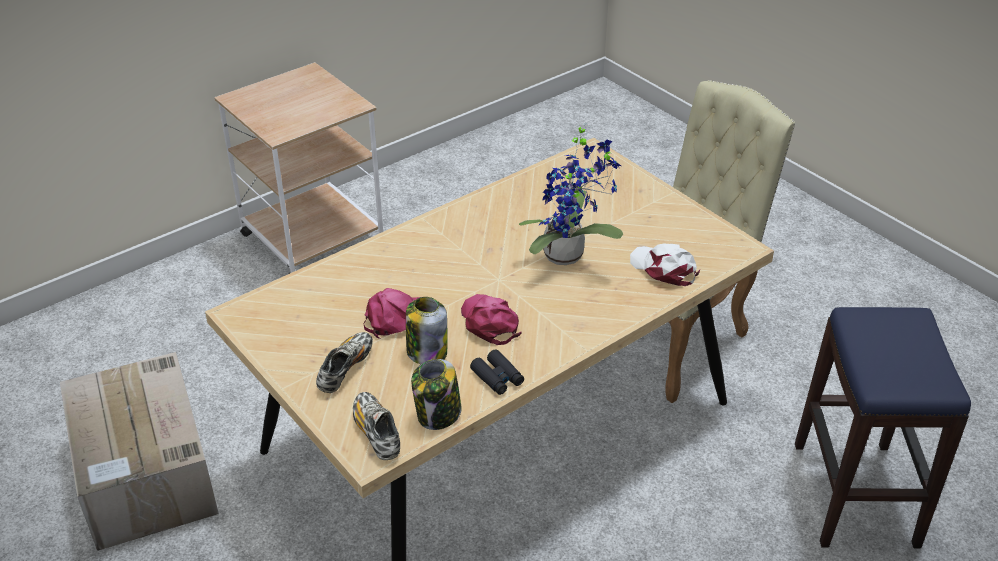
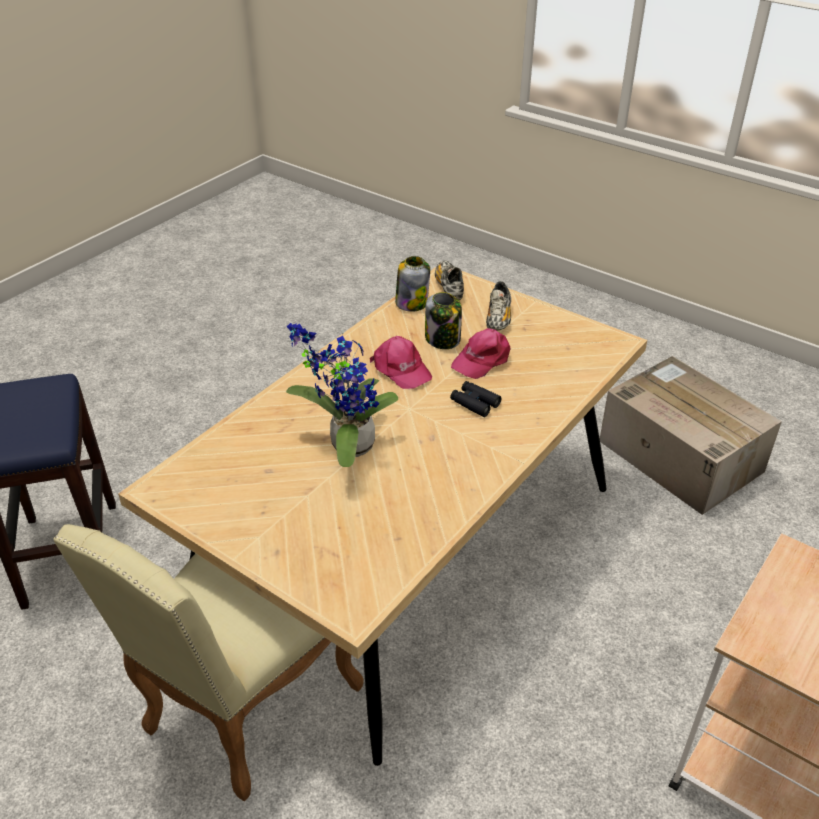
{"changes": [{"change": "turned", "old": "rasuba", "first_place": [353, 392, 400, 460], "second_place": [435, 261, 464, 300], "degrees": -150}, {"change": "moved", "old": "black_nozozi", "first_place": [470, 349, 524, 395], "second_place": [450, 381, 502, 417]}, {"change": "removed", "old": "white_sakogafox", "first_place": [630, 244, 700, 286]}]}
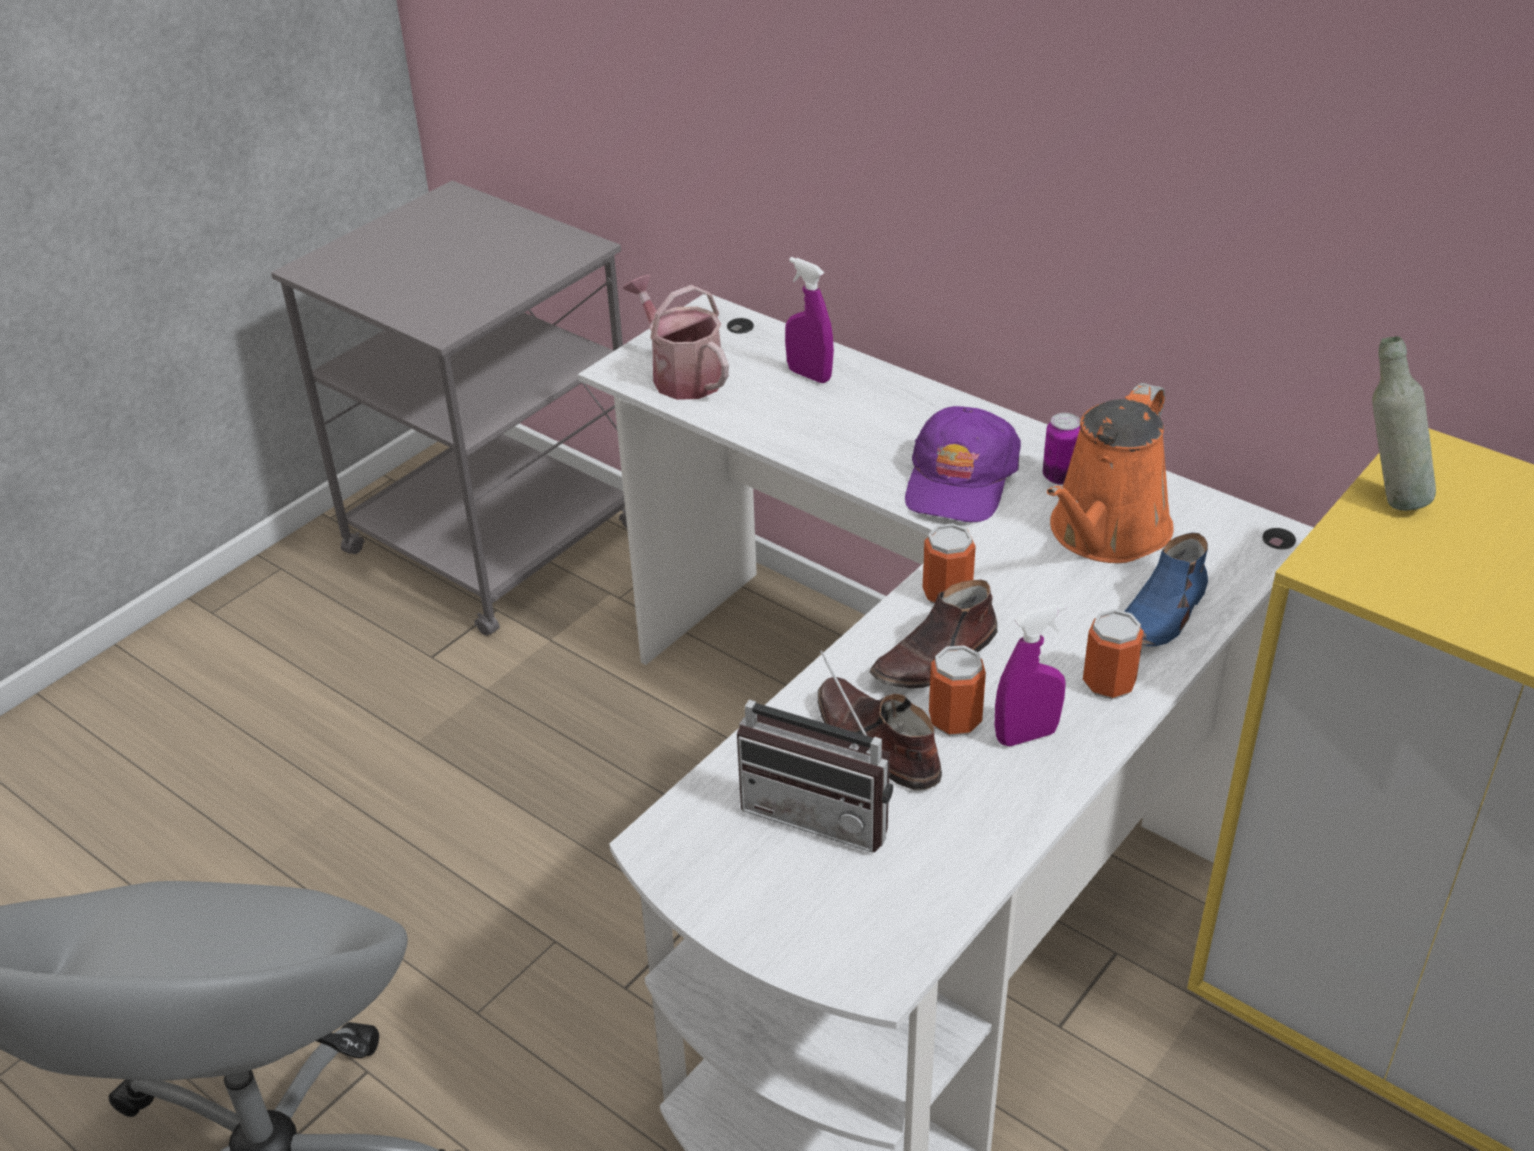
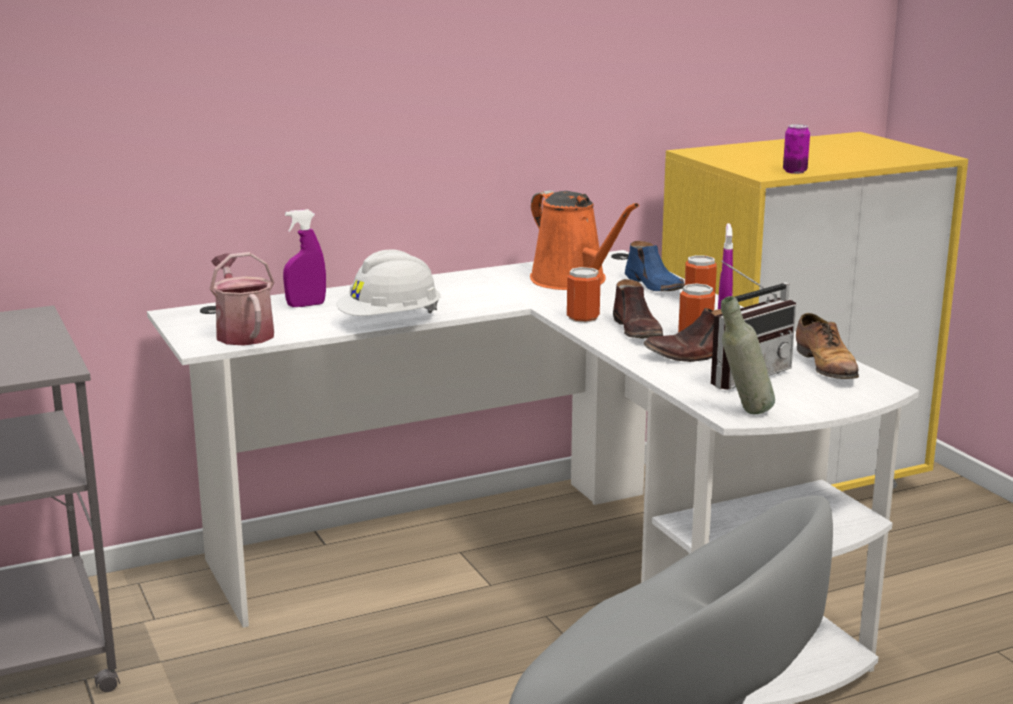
{"changes": [{"change": "turned", "old": "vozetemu", "first_place": [623, 274, 729, 400], "second_place": [210, 252, 275, 346], "degrees": 75}, {"change": "removed", "old": "purple_sakogafox", "first_place": [905, 406, 1021, 522]}, {"change": "moved", "old": "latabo", "first_place": [1043, 413, 1080, 485], "second_place": [783, 124, 810, 174]}, {"change": "moved", "old": "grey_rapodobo", "first_place": [1372, 336, 1436, 511], "second_place": [721, 296, 775, 414]}, {"change": "added", "new": "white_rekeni", "second_place": [336, 250, 441, 316]}, {"change": "added", "new": "rasuba", "second_place": [796, 313, 859, 387]}]}
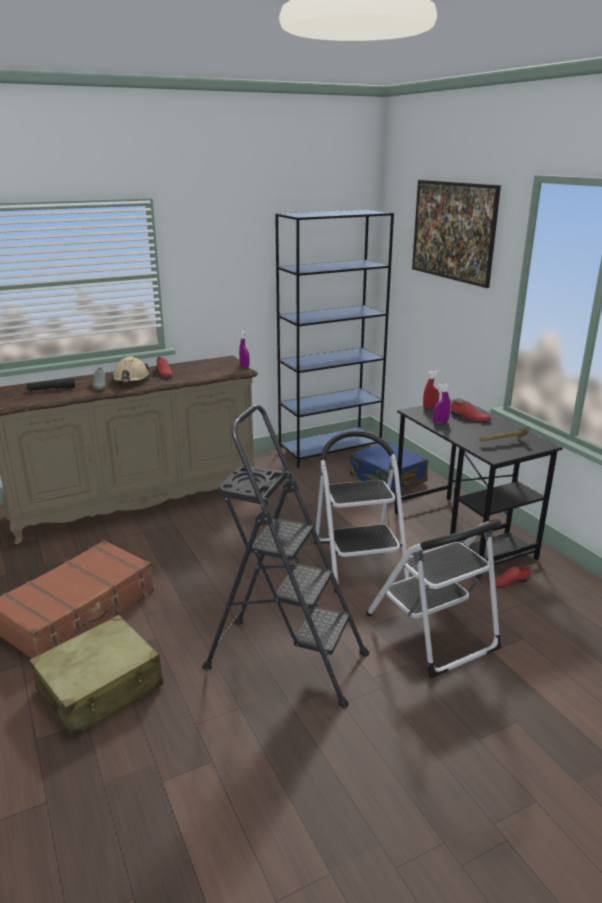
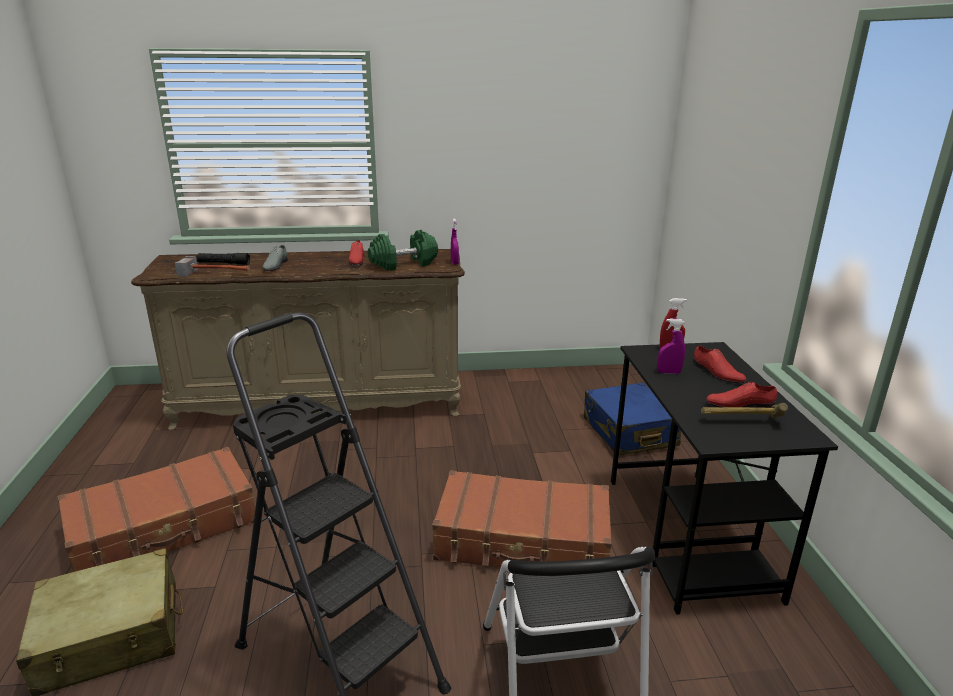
{"changes": [{"change": "removed", "old": "beige_rekeni", "first_place": [112, 357, 150, 382]}, {"change": "removed", "old": "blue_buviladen", "first_place": [275, 209, 394, 468]}, {"change": "replaced", "old": "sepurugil", "new": "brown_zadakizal", "first_place": [314, 430, 410, 593], "second_place": [432, 470, 612, 567]}, {"change": "removed", "old": "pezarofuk", "first_place": [412, 180, 501, 288]}, {"change": "moved", "old": "red_rasuba", "first_place": [489, 566, 531, 588], "second_place": [706, 381, 777, 408]}, {"change": "added", "new": "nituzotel", "second_place": [175, 256, 250, 277]}, {"change": "added", "new": "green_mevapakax", "second_place": [368, 230, 438, 270]}]}
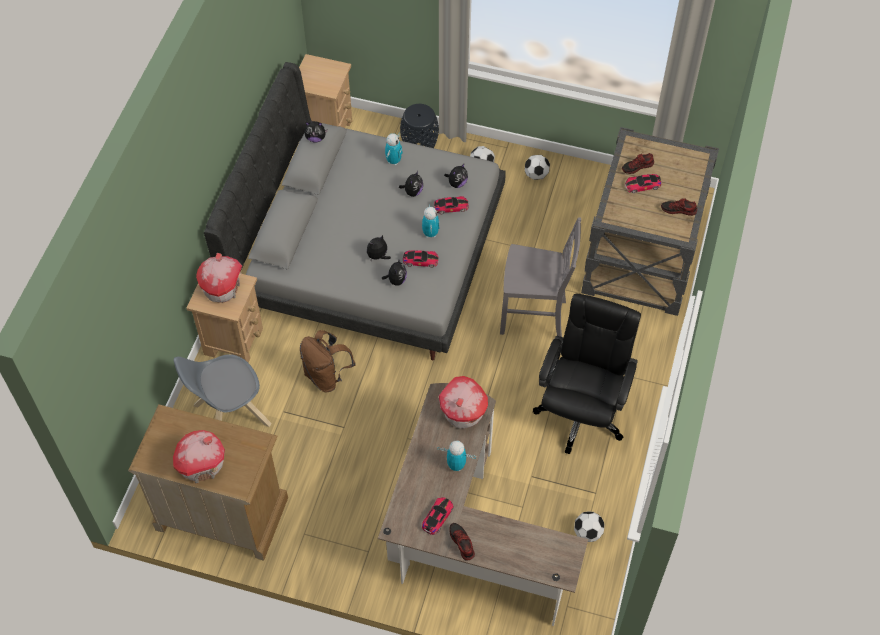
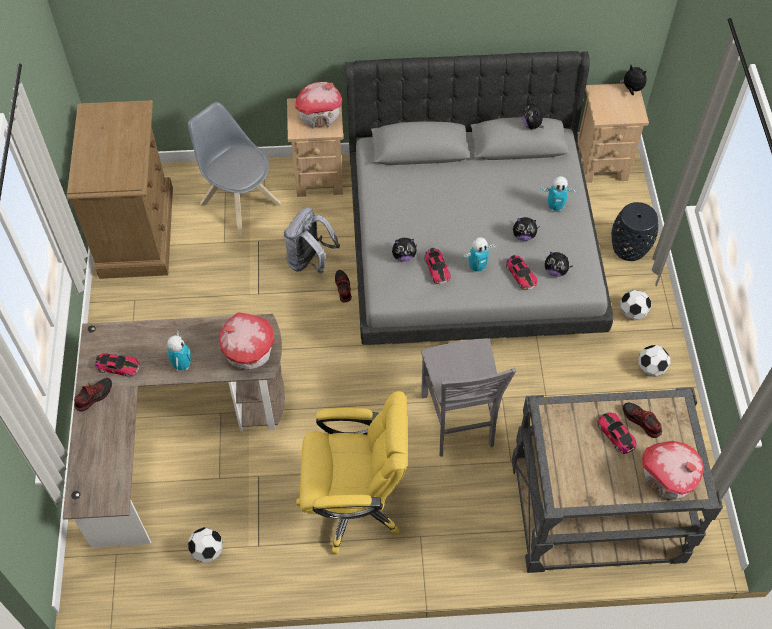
{"changes": [{"change": "moved", "old": "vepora", "first_place": [173, 430, 225, 483], "second_place": [642, 441, 704, 499]}, {"change": "recoloured", "old": "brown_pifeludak", "new": "grey_pifeludak", "first_place": [300, 330, 356, 392], "second_place": [284, 207, 340, 274]}, {"change": "moved", "old": "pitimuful", "first_place": [367, 235, 391, 262], "second_place": [620, 65, 647, 95]}, {"change": "recoloured", "old": "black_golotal", "new": "yellow_golotal", "first_place": [533, 294, 641, 454], "second_place": [296, 391, 408, 555]}, {"change": "moved", "old": "rasuba", "first_place": [661, 198, 697, 216], "second_place": [335, 270, 352, 302]}]}
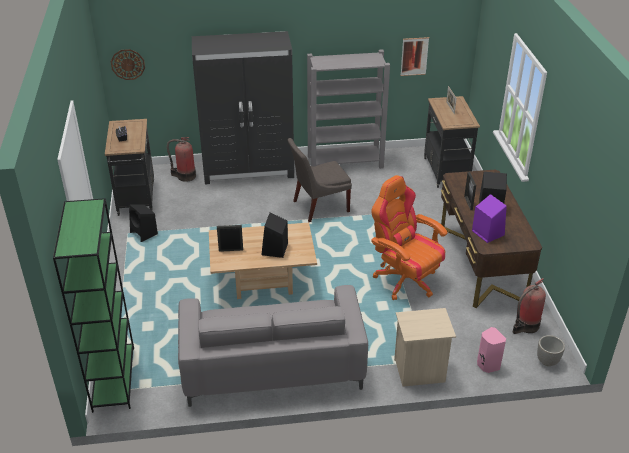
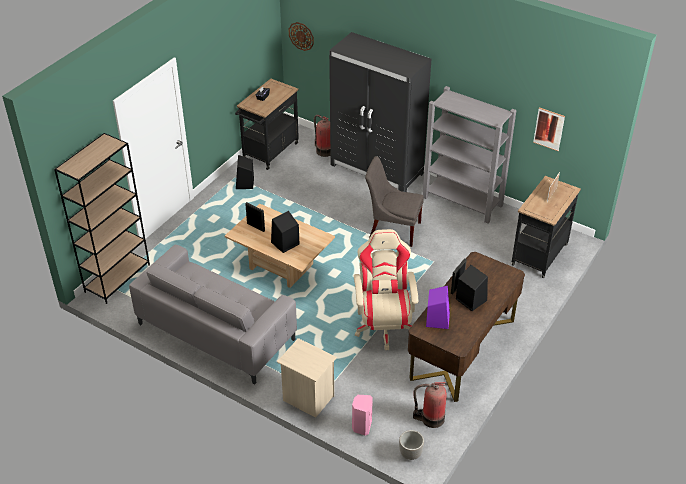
{"changes": [{"change": "recoloured", "old": "green_buviladen", "new": "beige_buviladen", "first_place": [53, 198, 134, 413], "second_place": [54, 133, 150, 304]}, {"change": "recoloured", "old": "orange_golotal", "new": "beige_golotal", "first_place": [371, 175, 447, 300], "second_place": [354, 229, 419, 350]}]}
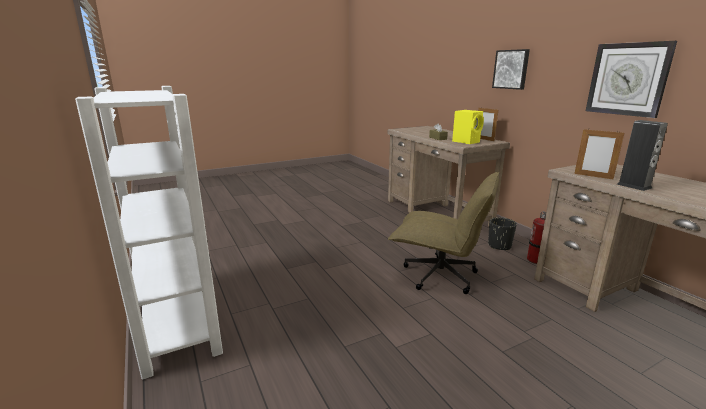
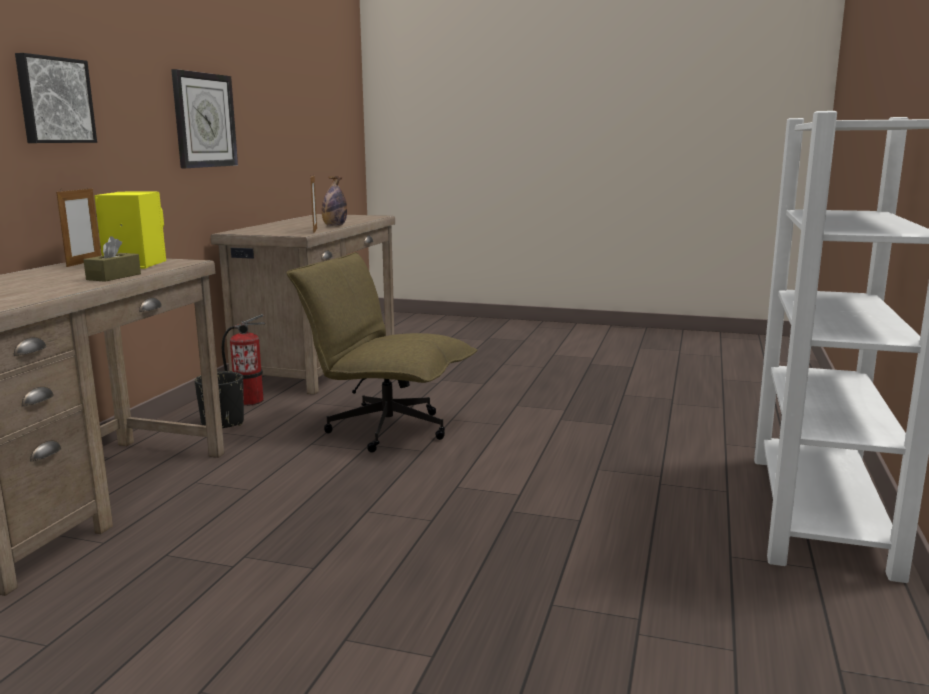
{"changes": [{"change": "turned", "old": "beige_golotal", "first_place": [388, 172, 499, 294], "second_place": [287, 252, 477, 453], "degrees": -45}, {"change": "replaced", "old": "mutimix", "new": "rapodobo", "first_place": [617, 120, 668, 191], "second_place": [322, 176, 347, 226]}]}
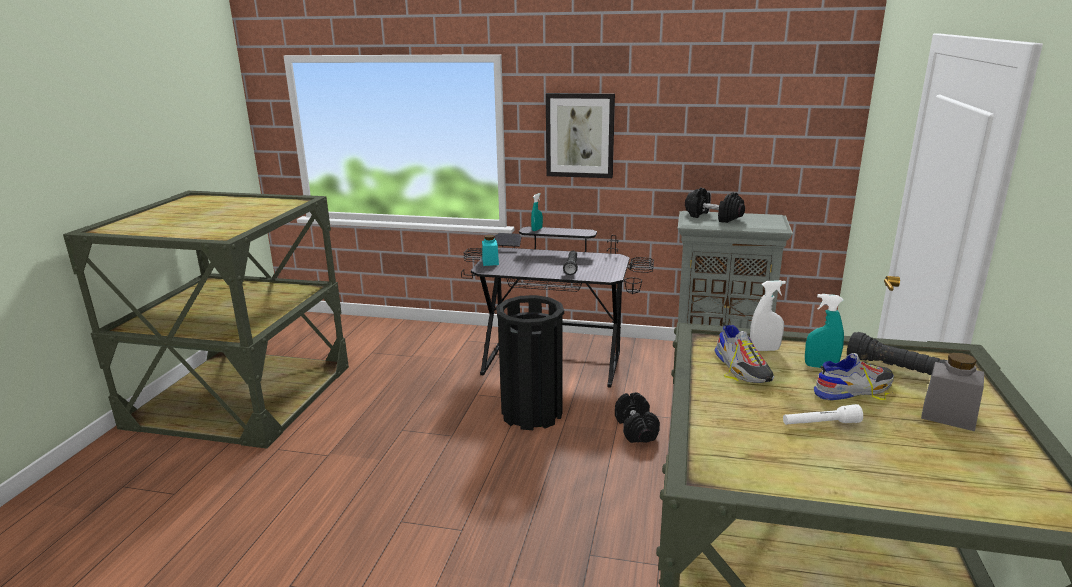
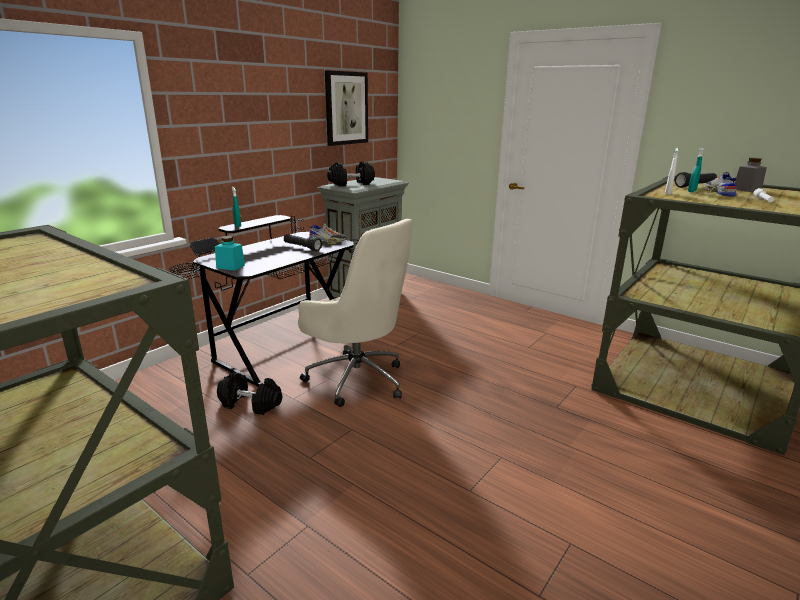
{"changes": [{"change": "replaced", "old": "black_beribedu", "new": "beige_golotal", "first_place": [496, 295, 564, 430], "second_place": [298, 219, 413, 407]}, {"change": "moved", "old": "pezarofuk", "first_place": [546, 93, 615, 178], "second_place": [325, 70, 368, 146]}, {"change": "moved", "old": "black_mevapakax", "first_place": [615, 392, 660, 443], "second_place": [217, 373, 282, 415]}, {"change": "moved", "old": "rasuba", "first_place": [714, 322, 774, 383], "second_place": [309, 224, 347, 244]}]}
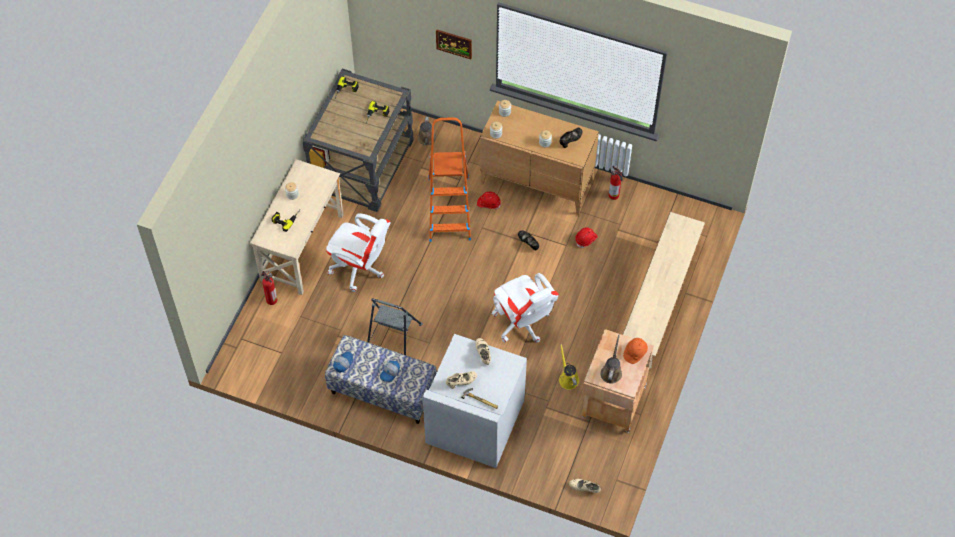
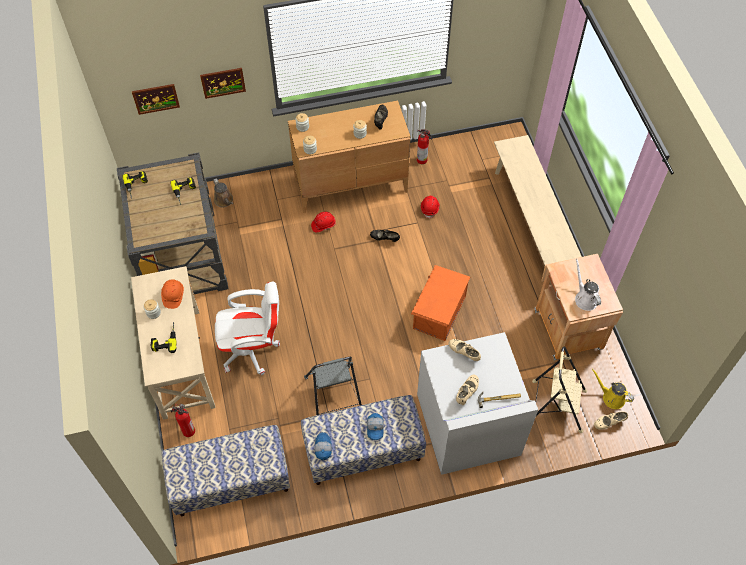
{"changes": [{"change": "removed", "old": "orange_sepurugil", "first_place": [428, 117, 471, 242]}, {"change": "replaced", "old": "white_golotal", "new": "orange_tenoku", "first_place": [491, 273, 559, 343], "second_place": [411, 265, 470, 341]}, {"change": "moved", "old": "yellow_vozetemu", "first_place": [559, 344, 579, 390], "second_place": [592, 369, 634, 409]}, {"change": "recoloured", "old": "brown_vozetemu", "new": "white_vozetemu", "first_place": [600, 334, 622, 384], "second_place": [575, 259, 601, 311]}, {"change": "moved", "old": "orange_rekeni", "first_place": [623, 338, 648, 364], "second_place": [161, 279, 184, 309]}, {"change": "added", "new": "pezarofuk", "second_place": [132, 84, 180, 115]}, {"change": "added", "new": "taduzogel", "second_place": [162, 425, 290, 516]}, {"change": "added", "new": "beige_sepurugil", "second_place": [532, 346, 587, 433]}]}
